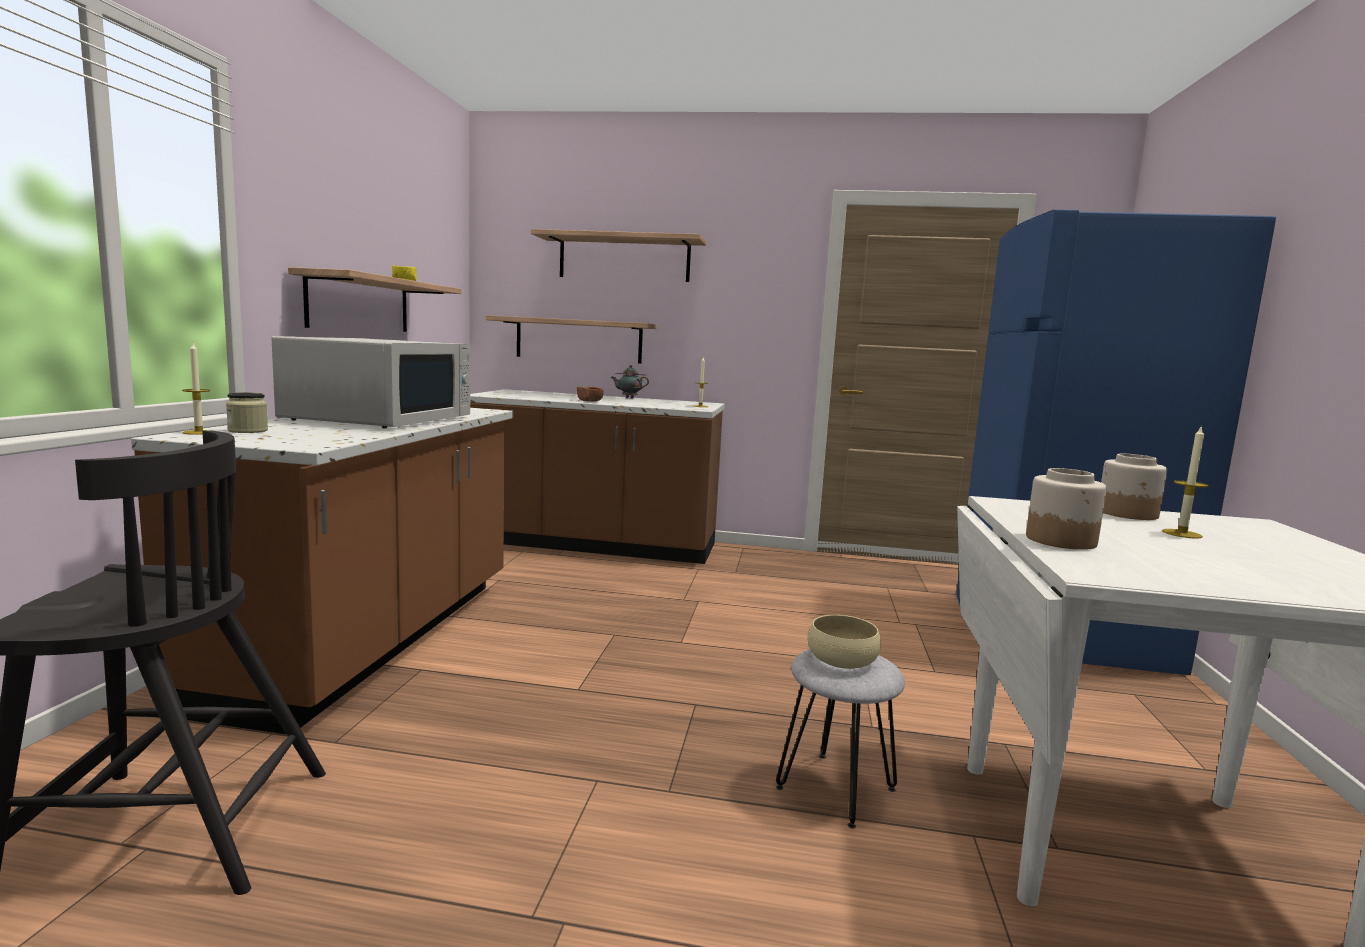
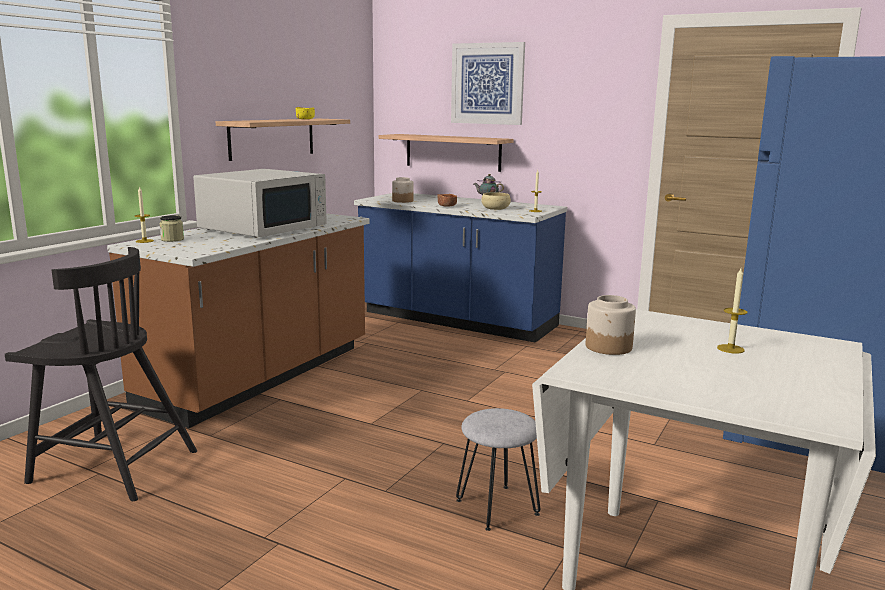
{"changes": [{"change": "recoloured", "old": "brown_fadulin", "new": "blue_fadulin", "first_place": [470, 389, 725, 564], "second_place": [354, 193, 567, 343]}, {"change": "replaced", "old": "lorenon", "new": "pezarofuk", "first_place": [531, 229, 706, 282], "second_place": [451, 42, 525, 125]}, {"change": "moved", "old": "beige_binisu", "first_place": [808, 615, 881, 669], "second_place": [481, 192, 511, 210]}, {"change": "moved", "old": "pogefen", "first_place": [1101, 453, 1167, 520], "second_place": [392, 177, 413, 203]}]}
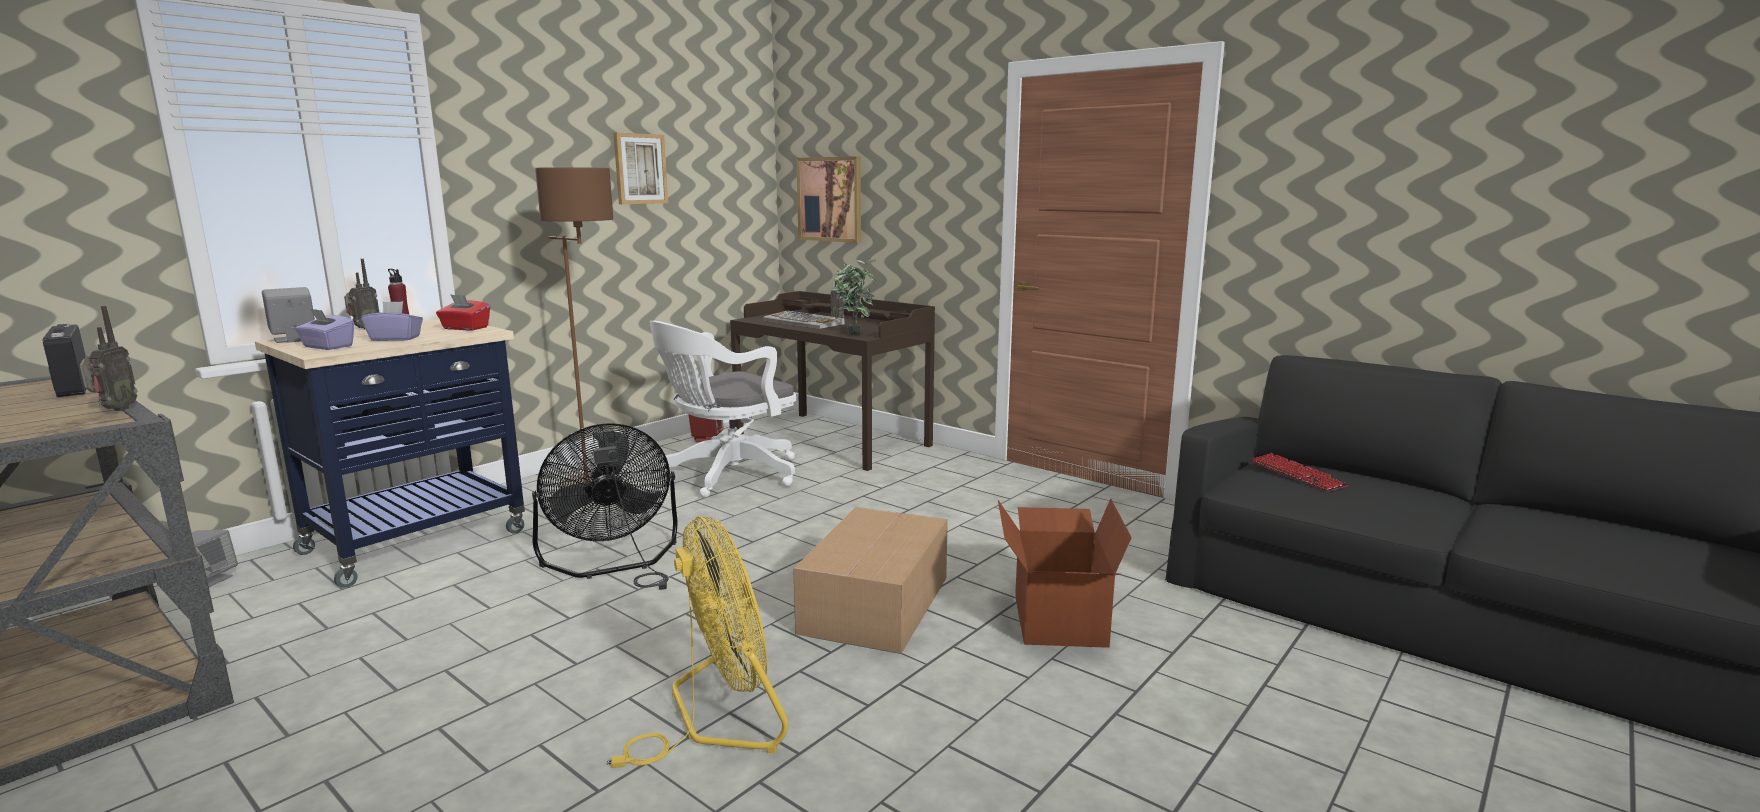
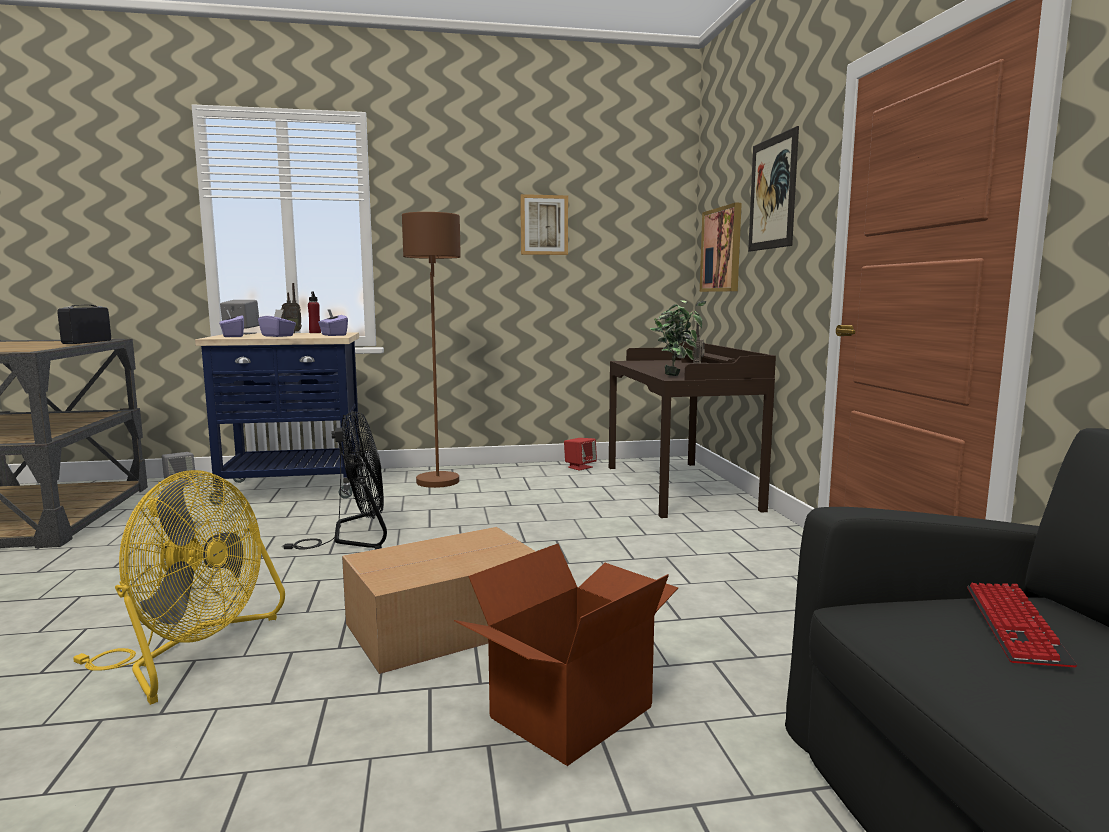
{"changes": [{"change": "removed", "old": "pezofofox", "first_place": [80, 306, 137, 411]}, {"change": "recoloured", "old": "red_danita", "new": "purple_danita", "first_place": [436, 294, 490, 331], "second_place": [318, 309, 348, 336]}, {"change": "turned", "old": "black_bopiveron", "first_place": [532, 423, 677, 590], "second_place": [282, 411, 387, 549], "degrees": 60}, {"change": "removed", "old": "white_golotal", "first_place": [650, 321, 796, 498]}, {"change": "removed", "old": "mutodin", "first_place": [763, 311, 845, 329]}, {"change": "added", "new": "pezarofuk", "second_place": [748, 126, 799, 251]}]}
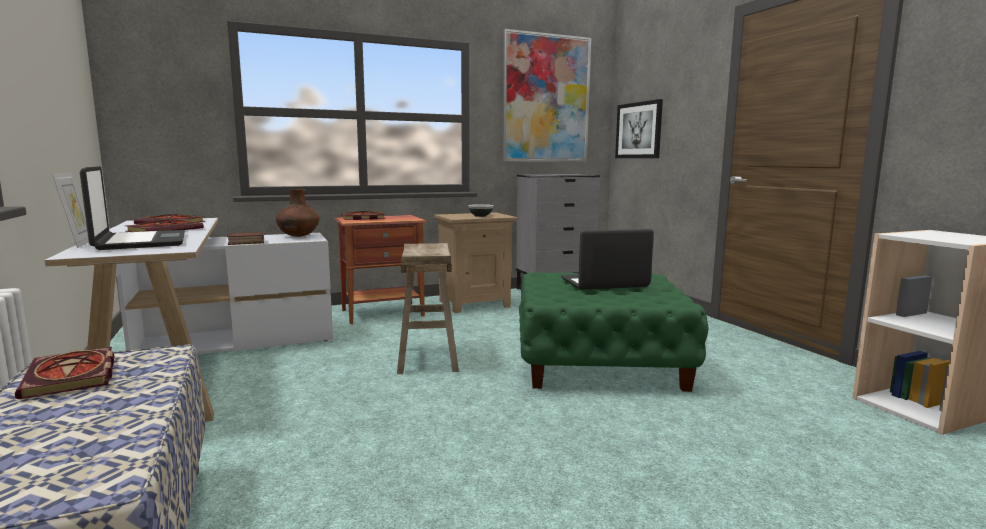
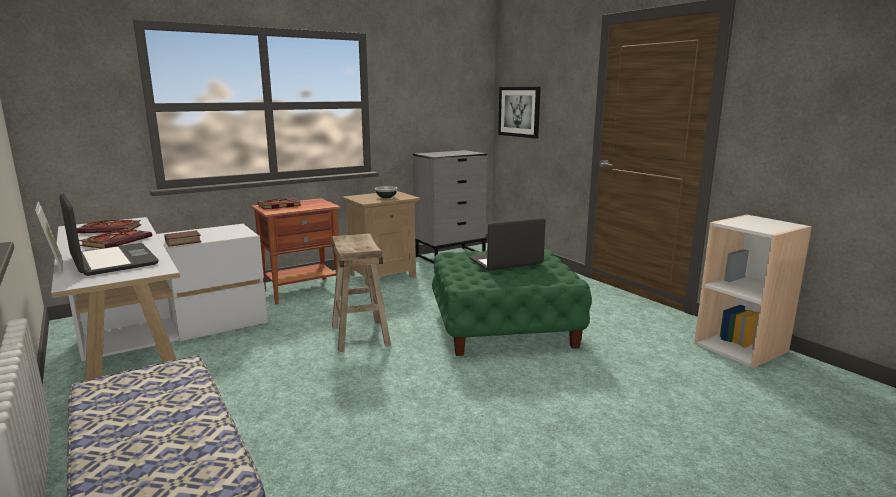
{"changes": [{"change": "removed", "old": "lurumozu", "first_place": [15, 347, 114, 399]}, {"change": "removed", "old": "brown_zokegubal", "first_place": [276, 189, 319, 237]}, {"change": "removed", "old": "pezarofuk", "first_place": [502, 29, 591, 162]}]}
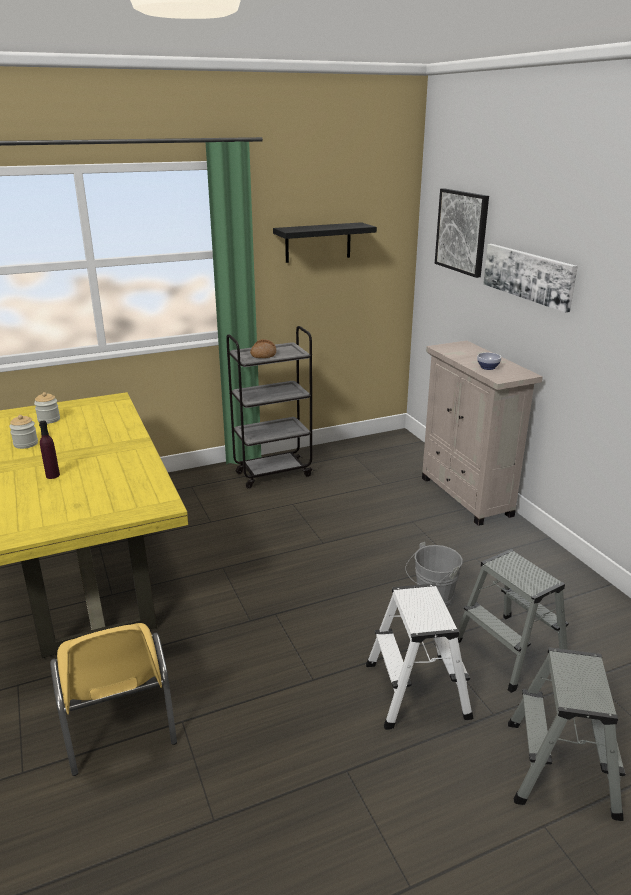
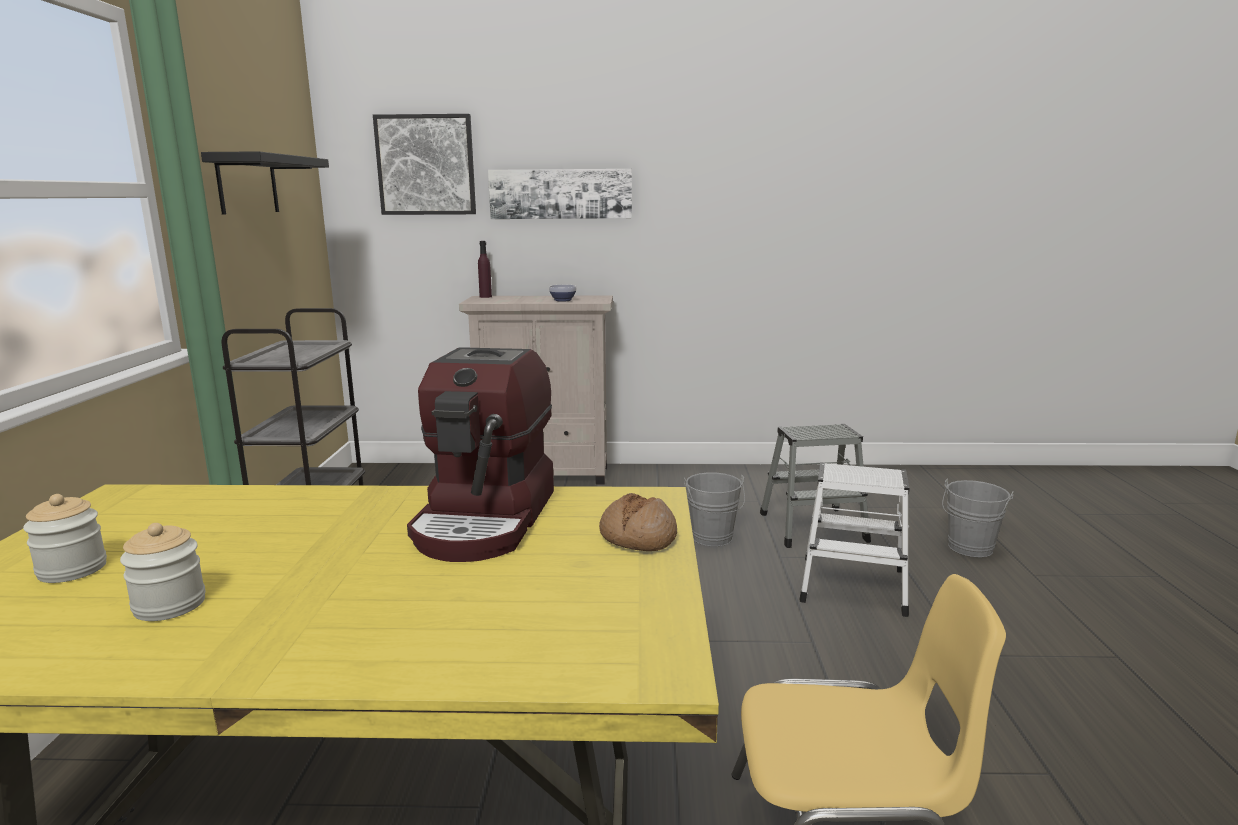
{"changes": [{"change": "moved", "old": "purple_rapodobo", "first_place": [39, 420, 60, 479], "second_place": [478, 241, 492, 298]}, {"change": "moved", "old": "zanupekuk", "first_place": [250, 339, 276, 358], "second_place": [599, 493, 677, 551]}, {"change": "replaced", "old": "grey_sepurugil", "new": "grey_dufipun", "first_place": [508, 647, 625, 821], "second_place": [942, 478, 1014, 557]}, {"change": "added", "new": "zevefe", "second_place": [407, 347, 554, 562]}]}
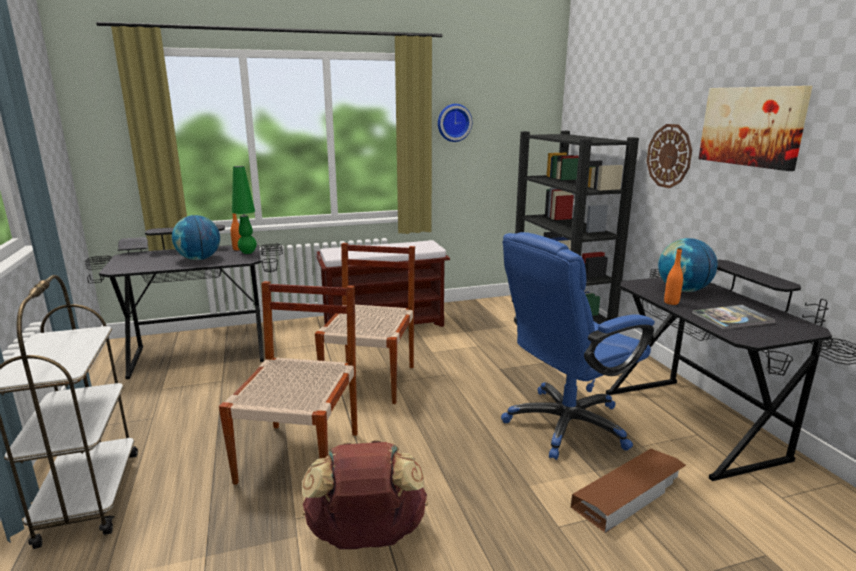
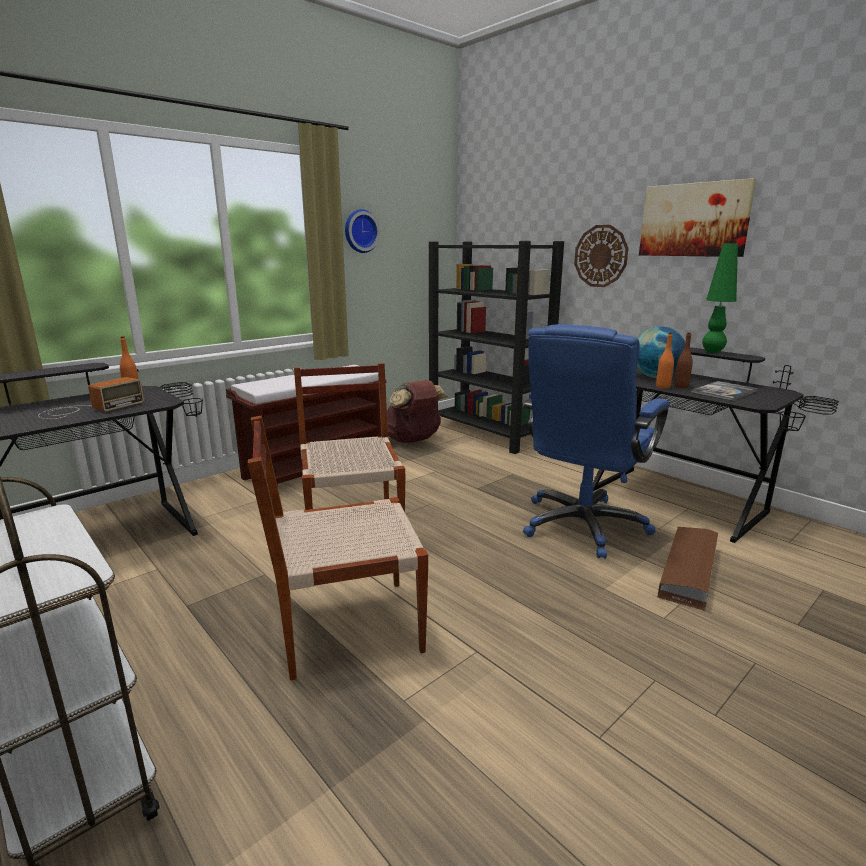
{"changes": [{"change": "replaced", "old": "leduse", "new": "pezofofox", "first_place": [172, 215, 220, 260], "second_place": [38, 377, 144, 419]}, {"change": "turned", "old": "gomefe", "first_place": [219, 281, 358, 485], "second_place": [248, 416, 428, 680], "degrees": -90}, {"change": "moved", "old": "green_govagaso", "first_place": [232, 166, 257, 254], "second_place": [702, 243, 738, 353]}, {"change": "moved", "old": "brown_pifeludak", "first_place": [302, 440, 428, 549], "second_place": [387, 380, 448, 443]}, {"change": "added", "new": "brown_rapodobo", "second_place": [674, 333, 693, 388]}]}
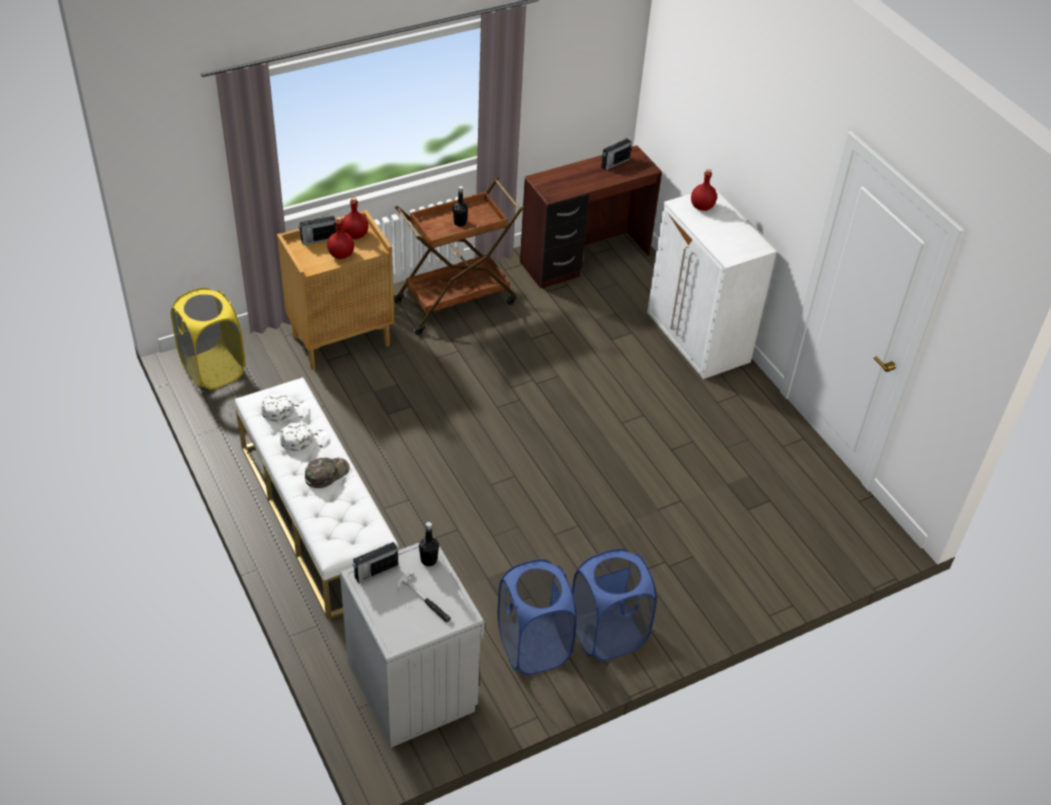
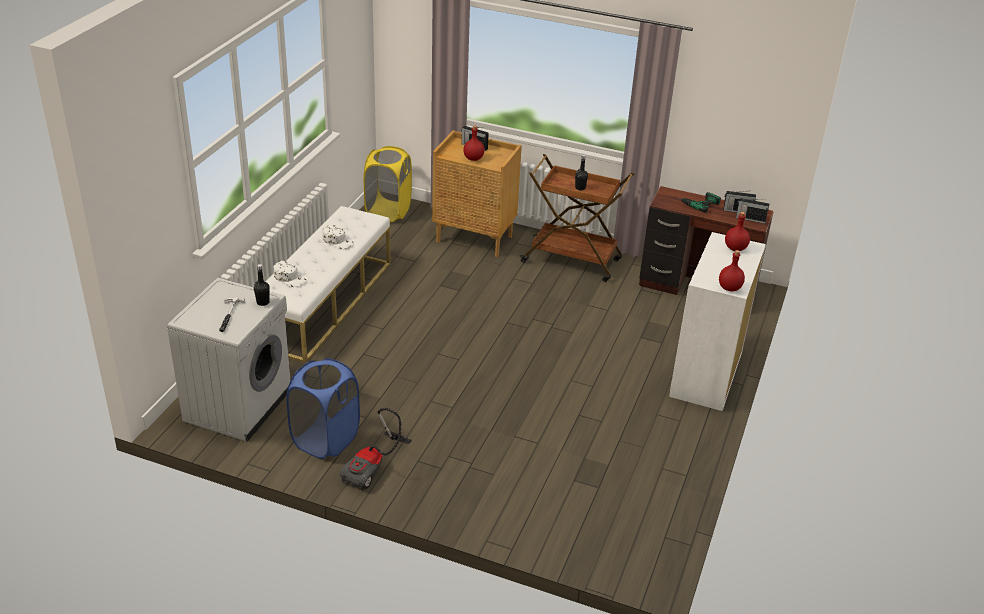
{"changes": [{"change": "moved", "old": "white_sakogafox", "first_place": [261, 394, 308, 422], "second_place": [273, 261, 307, 287]}, {"change": "removed", "old": "green_sakogafox", "first_place": [305, 458, 350, 488]}, {"change": "moved", "old": "red_rapodobo", "first_place": [343, 197, 368, 239], "second_place": [719, 250, 745, 291]}, {"change": "moved", "old": "pezofofox", "first_place": [353, 542, 398, 584], "second_place": [736, 198, 769, 224]}, {"change": "replaced", "old": "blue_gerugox", "new": "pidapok", "first_place": [572, 549, 657, 661], "second_place": [340, 408, 412, 490]}, {"change": "added", "new": "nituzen", "second_place": [677, 192, 721, 213]}]}
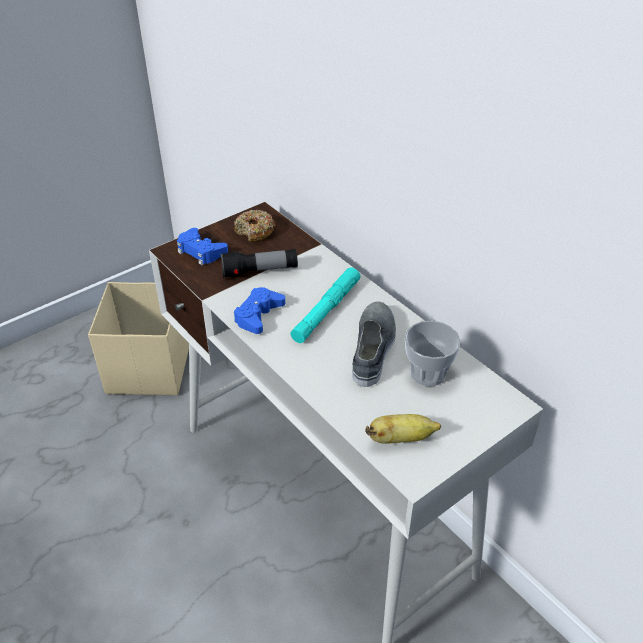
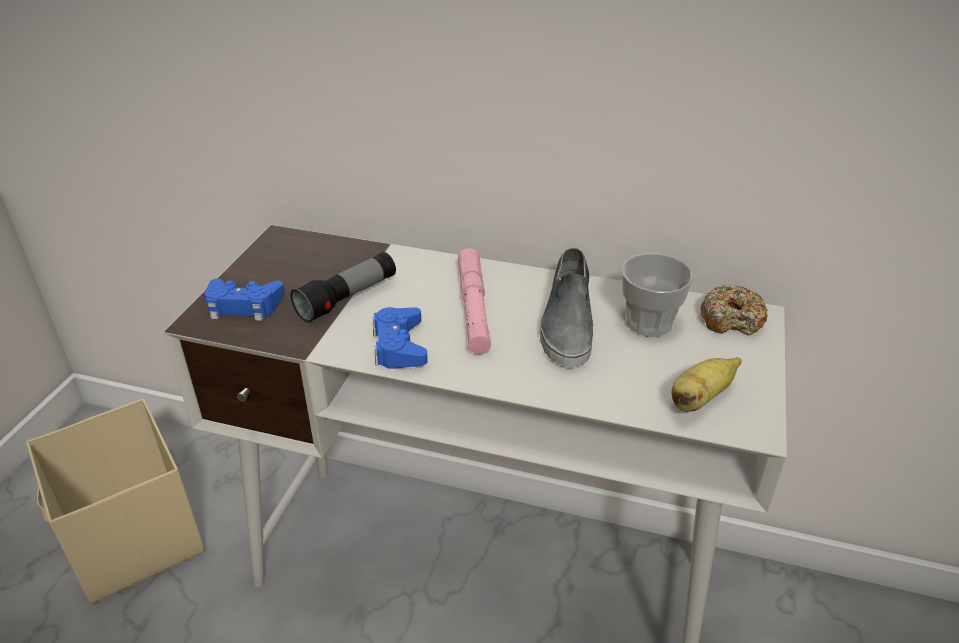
{"changes": [{"change": "moved", "old": "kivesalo", "first_place": [234, 209, 275, 242], "second_place": [701, 284, 768, 336]}, {"change": "recoloured", "old": "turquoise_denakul", "new": "pink_denakul", "first_place": [290, 267, 360, 343], "second_place": [458, 248, 491, 354]}, {"change": "turned", "old": "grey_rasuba", "first_place": [352, 302, 396, 387], "second_place": [540, 248, 593, 367], "degrees": -150}]}
